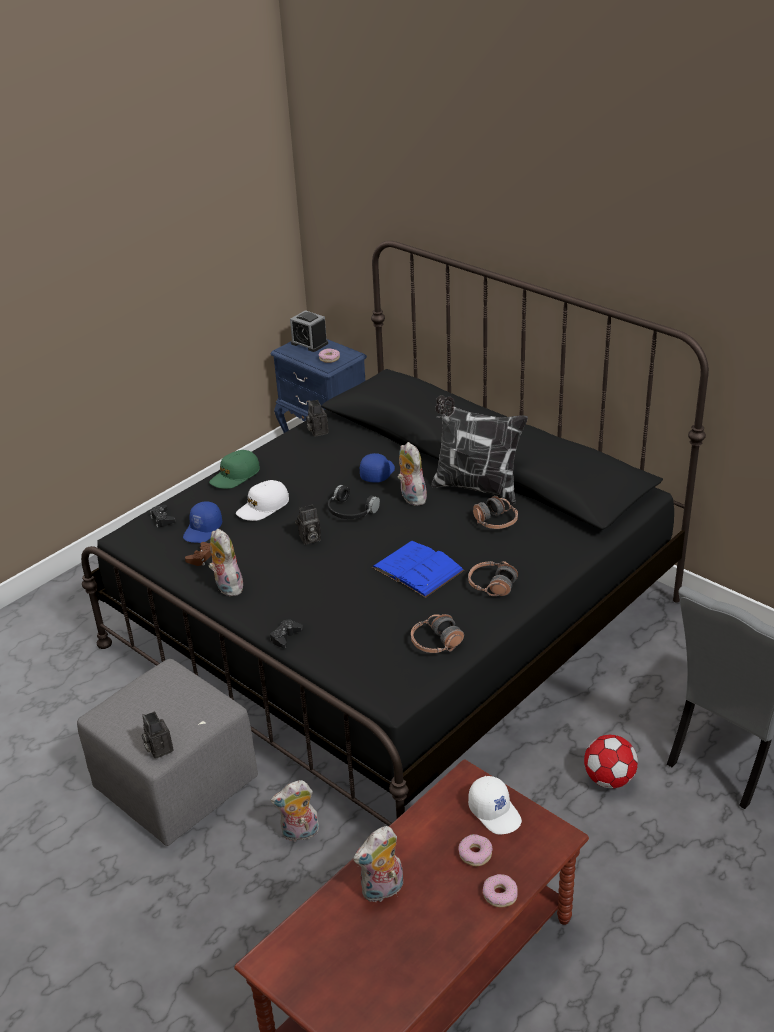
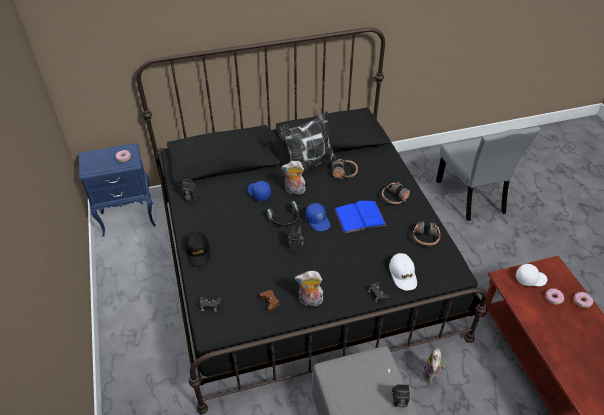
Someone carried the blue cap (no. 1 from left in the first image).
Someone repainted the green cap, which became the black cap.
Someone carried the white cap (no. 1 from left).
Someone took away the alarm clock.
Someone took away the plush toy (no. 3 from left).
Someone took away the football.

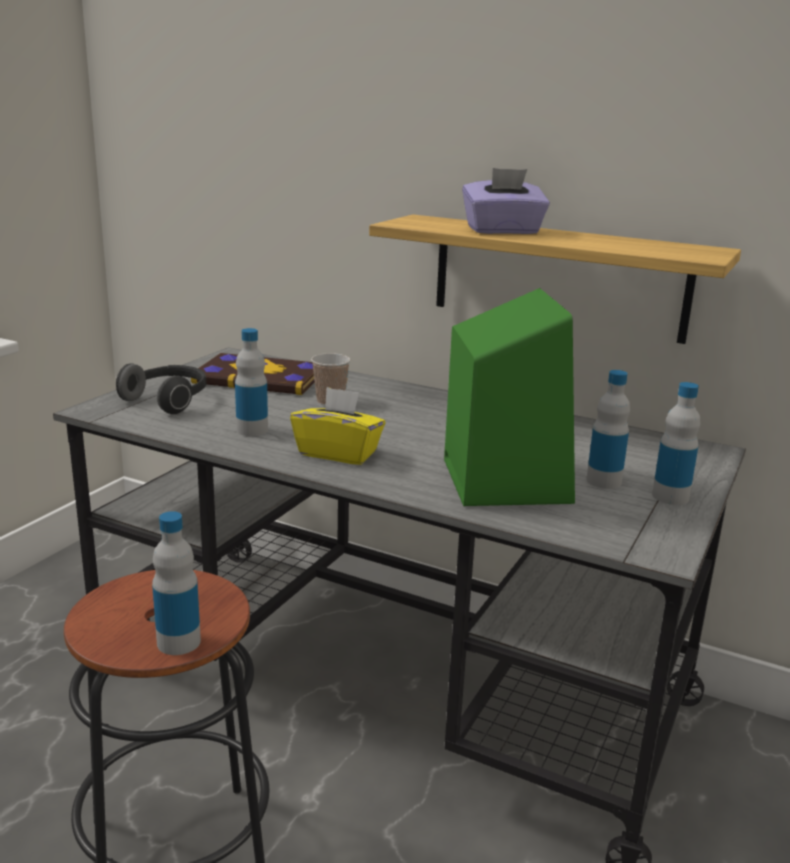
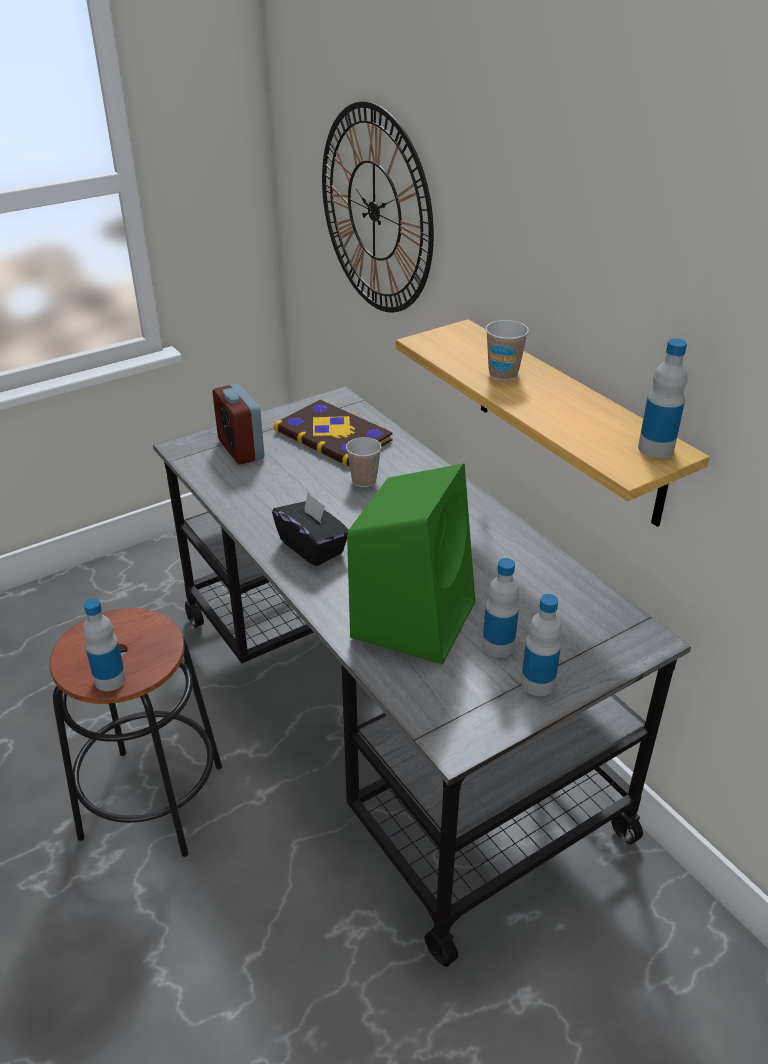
Someone swapped the headphones for the alarm clock.
Someone carried the bottle (no. 2 from left in the first image).
Someone repainted the yellow tissue box, which became the black tissue box.
Someone swapped the purple tissue box for the cup (no. 2 from left).
Someone put up the wall clock.

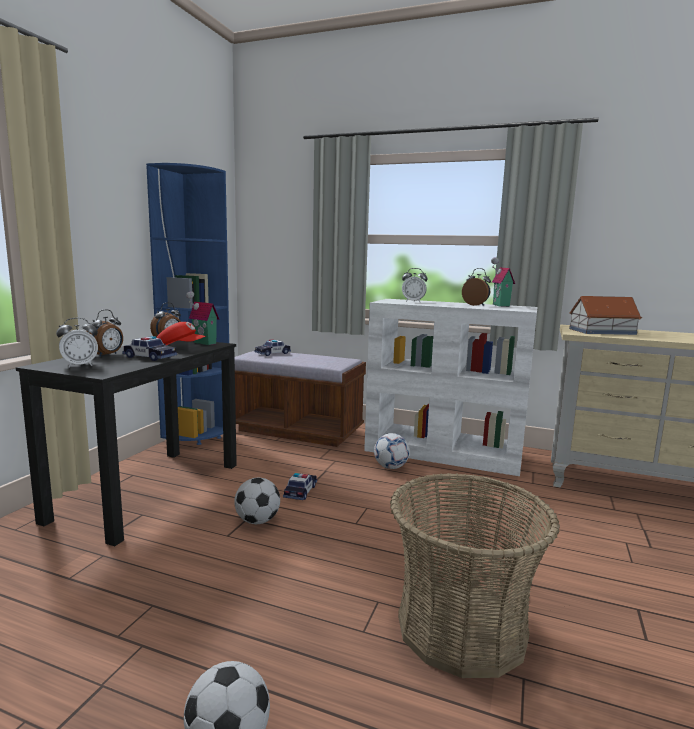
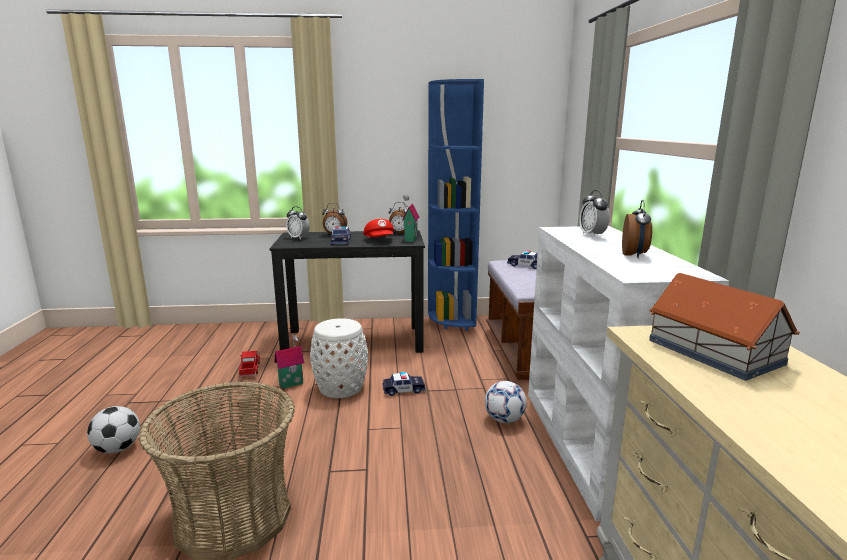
Someone swapped the football (no. 2 from left) for the white stool.
Someone carried the toy house (no. 2 from left in the first image).
Someone put down the toy truck.

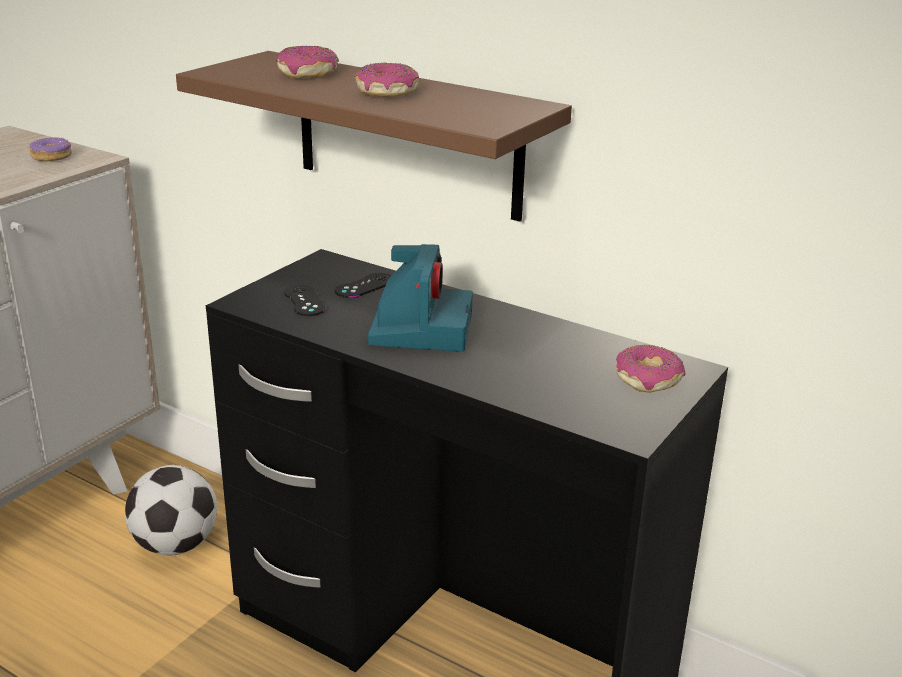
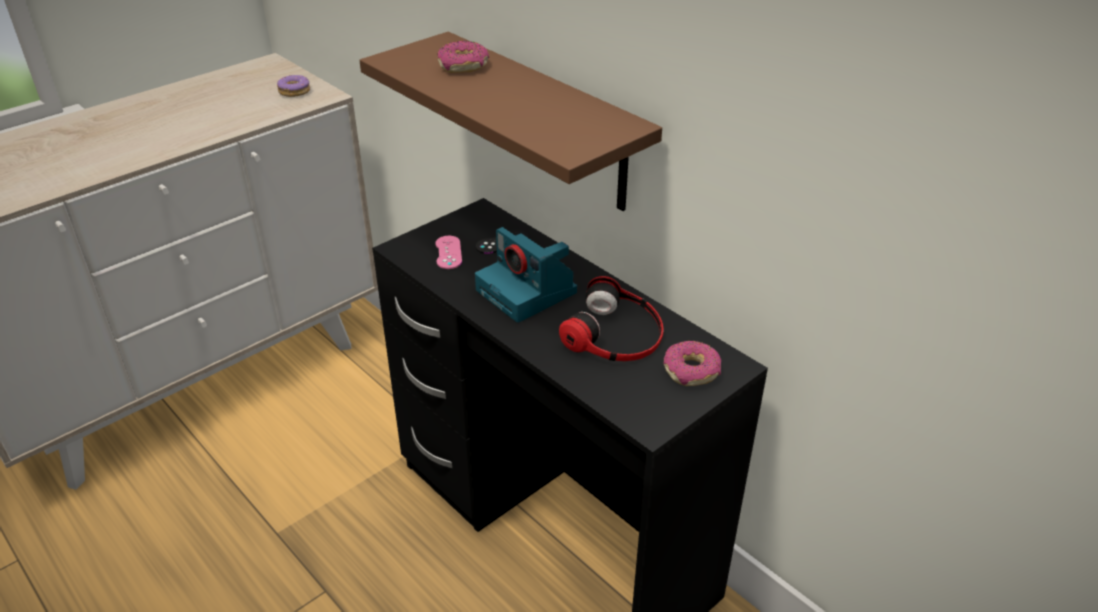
Someone took away the football.
Someone repainted the black game controller (no. 1 from left), which became the pink game controller.
Someone took away the donut (no. 3 from left).
Someone rotated the photo camera by 120 degrees clockwise.
Someone put down the headphones.

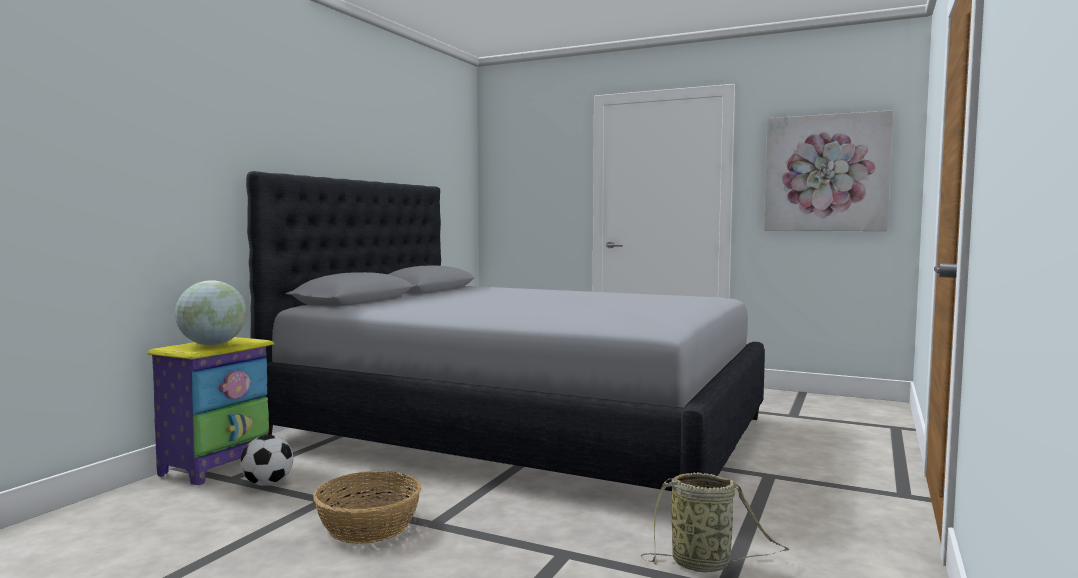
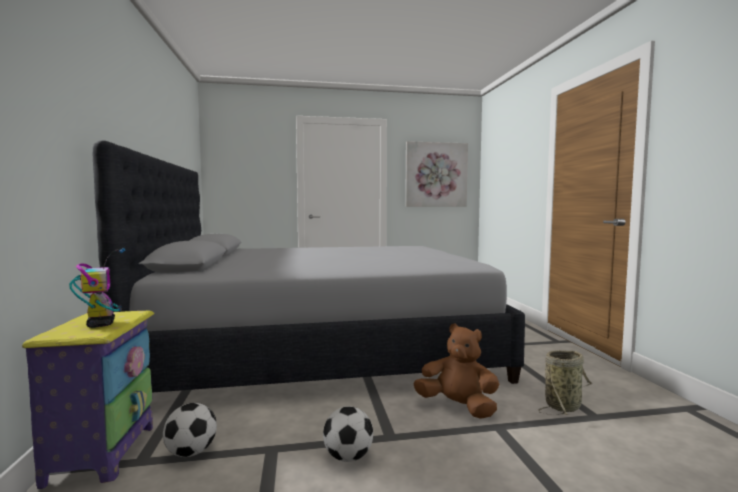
Someone swapped the globe for the toy robot.
Someone swapped the basket (no. 1 from left) for the football (no. 2 from left).
Someone put down the brown plush toy.

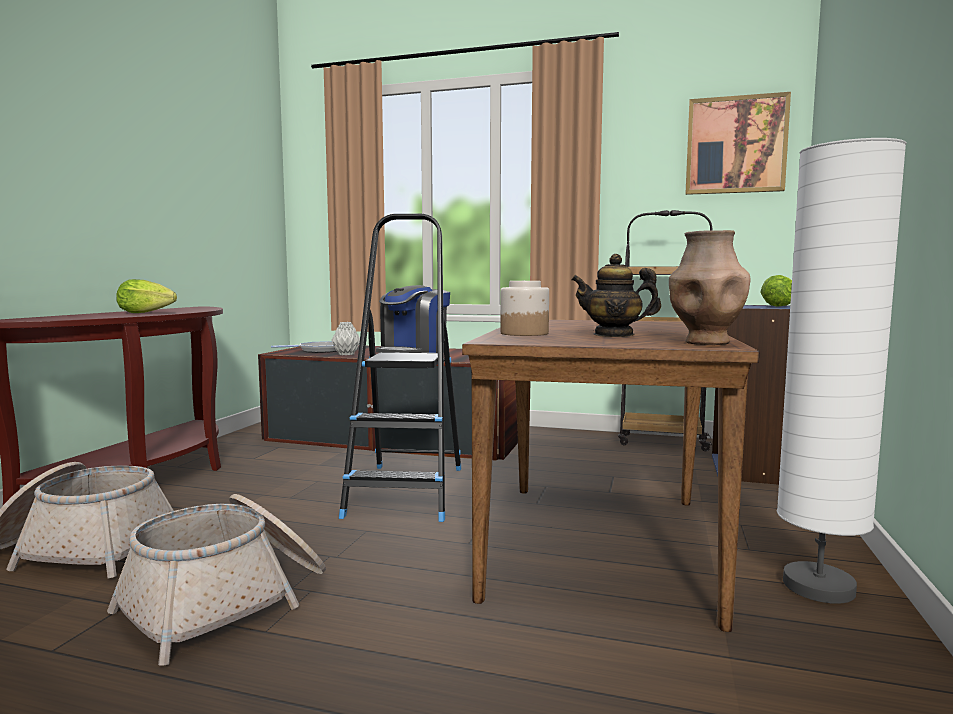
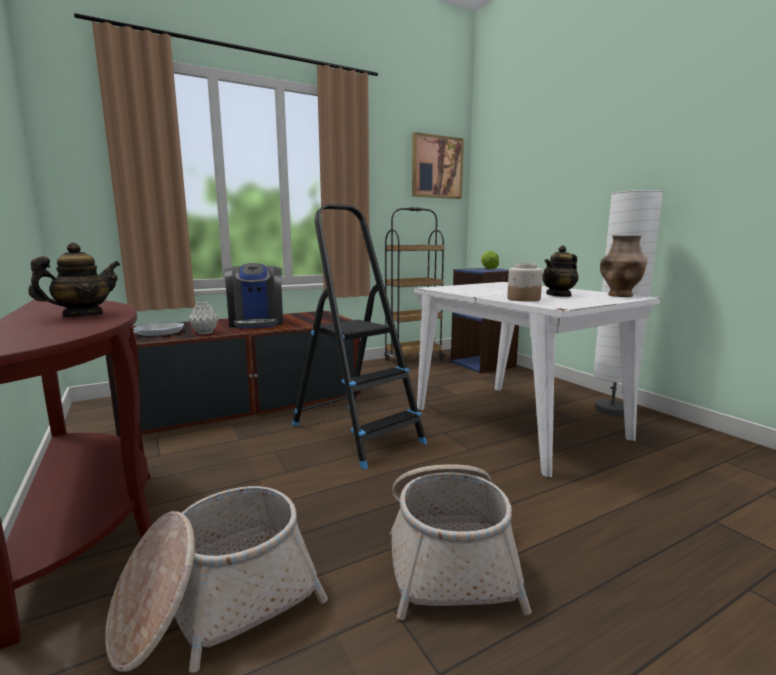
Someone swapped the lettuce (no. 1 from left) for the teapot (no. 1 from left).
Someone repainted the brown dining table, which became the white dining table.

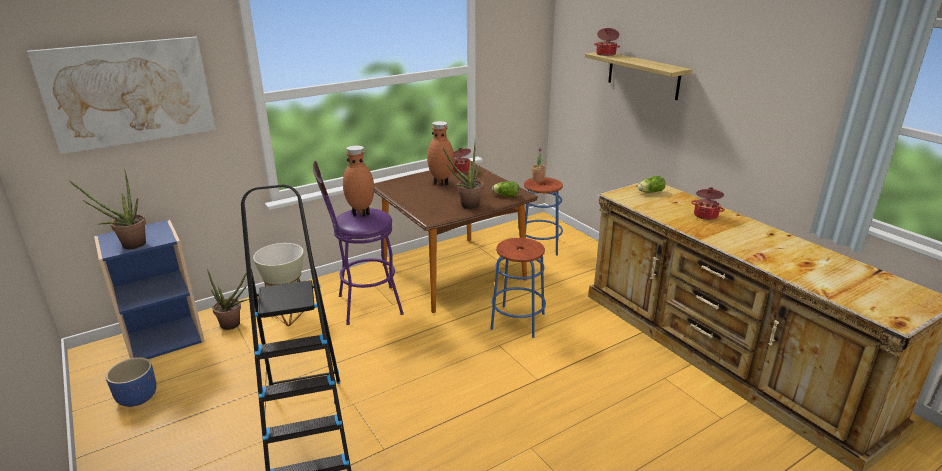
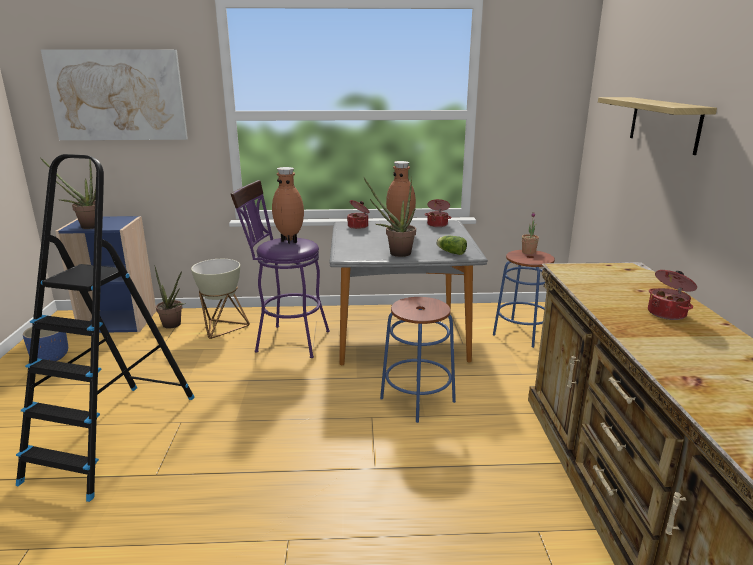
Someone repainted the brown dining table, which became the grey dining table.
Someone carried the cooking pot (no. 2 from left in the first image).
Someone took away the lettuce (no. 2 from left).

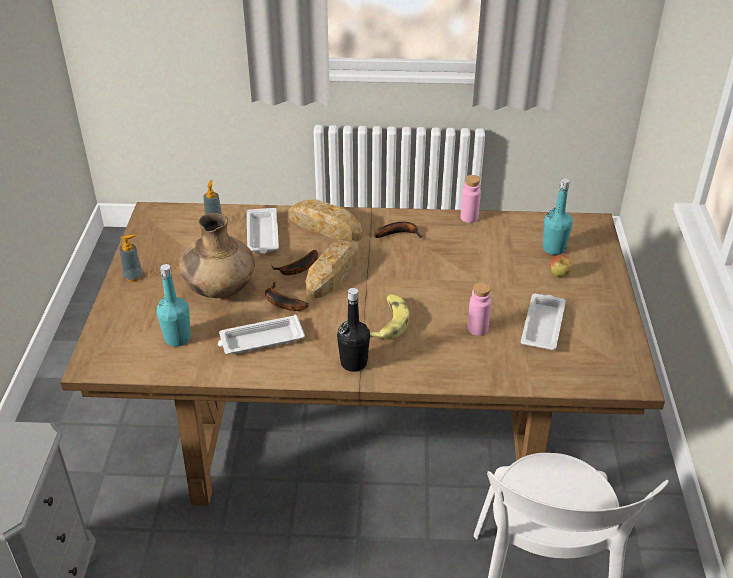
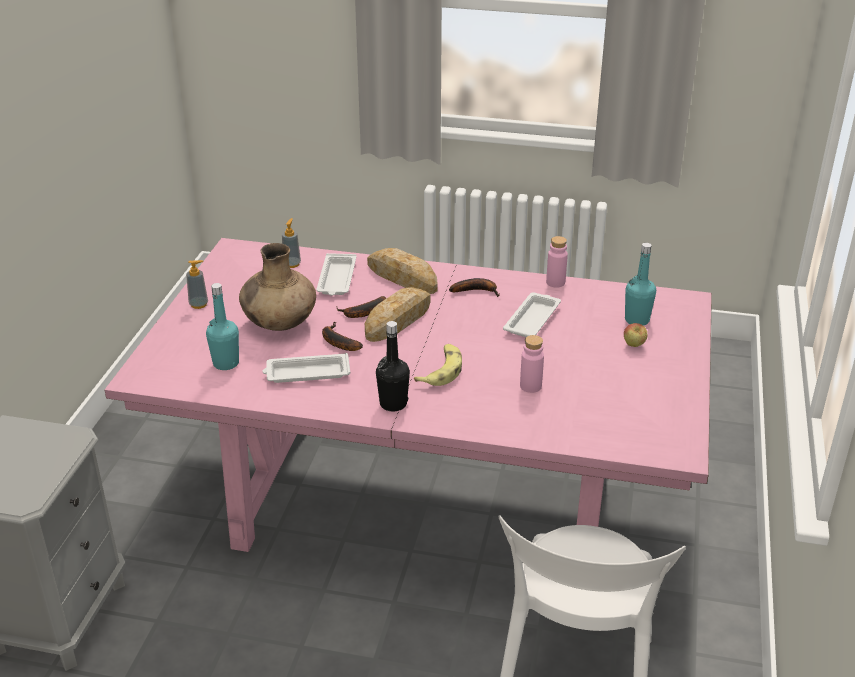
Someone repainted the brown dining table, which became the pink dining table.
Someone carried the white tray (no. 3 from left).

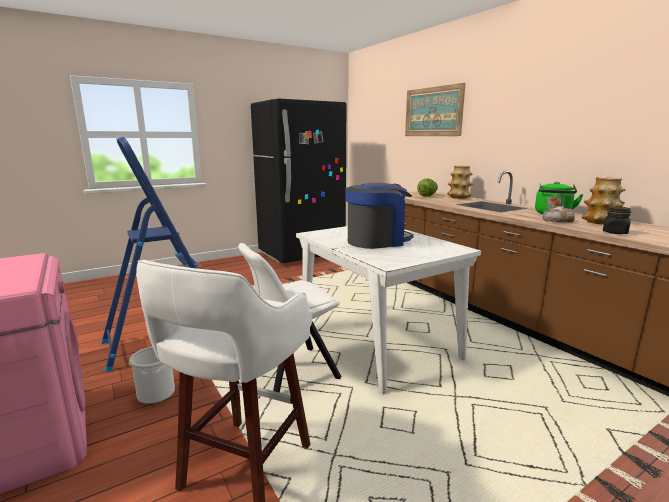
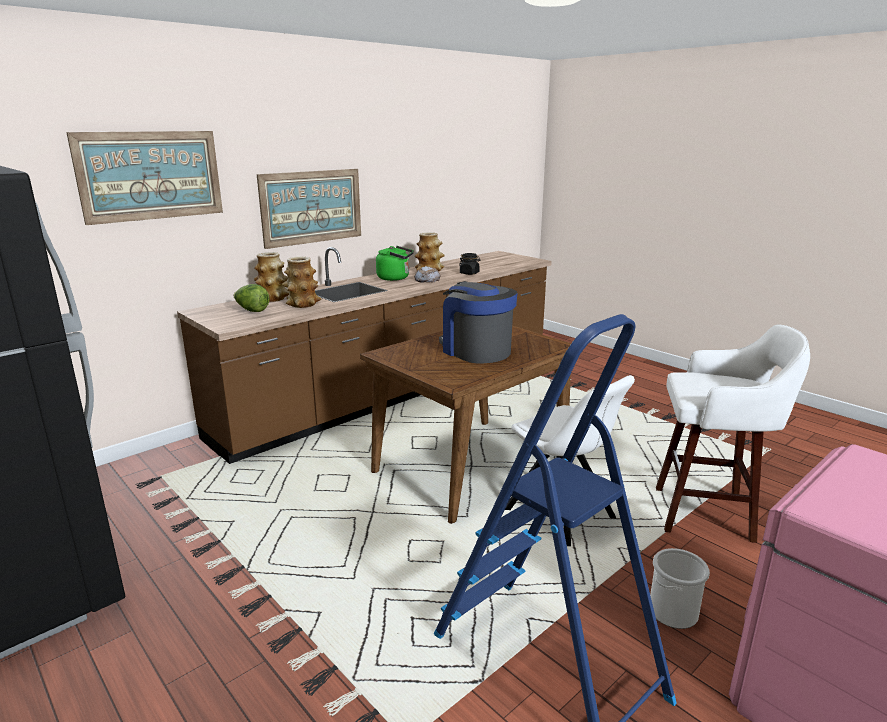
Someone repainted the white dining table, which became the brown dining table.
Someone put up the picture (no. 2 from left).
Someone put down the vase (no. 2 from left).

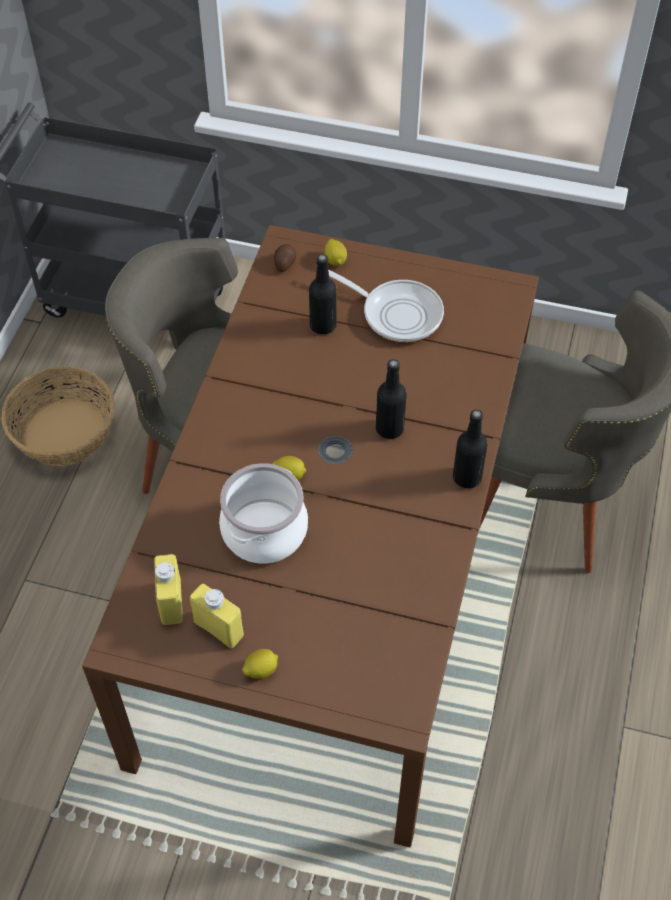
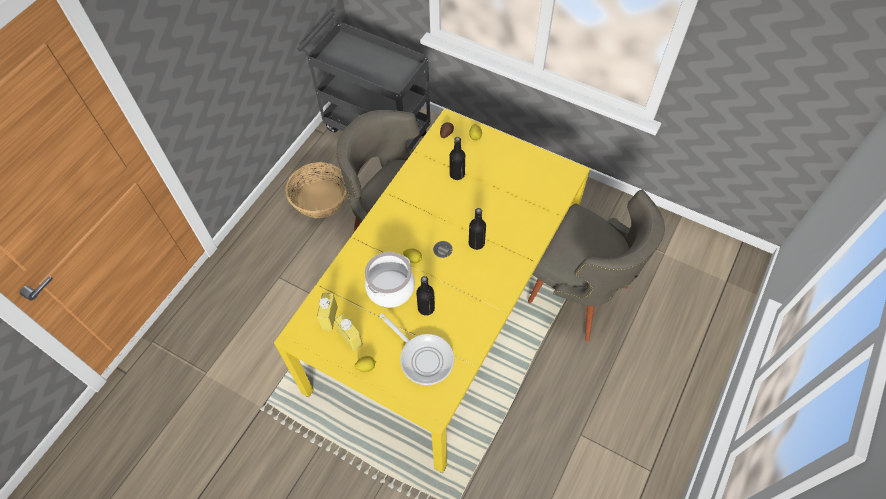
Someone repainted the brown dining table, which became the yellow dining table.
Someone carried the frying pan.
Someone carried the black bottle (no. 3 from left in the first image).

